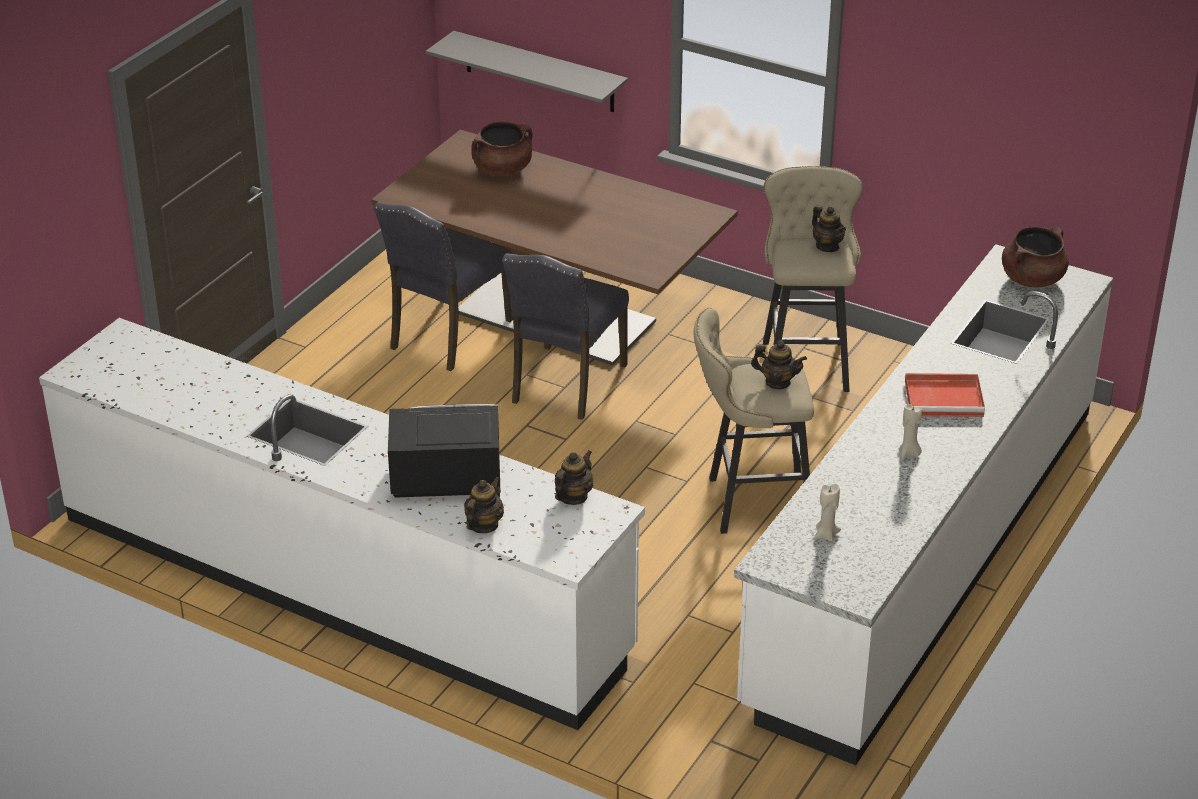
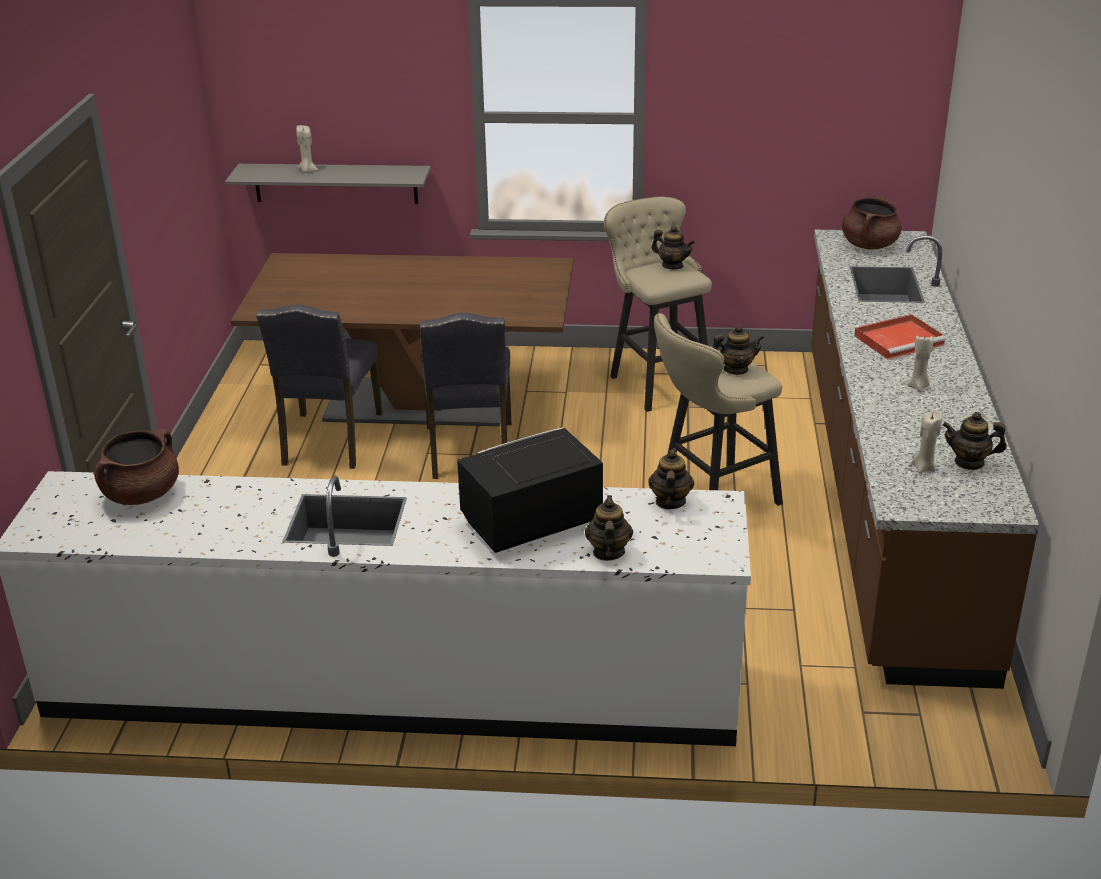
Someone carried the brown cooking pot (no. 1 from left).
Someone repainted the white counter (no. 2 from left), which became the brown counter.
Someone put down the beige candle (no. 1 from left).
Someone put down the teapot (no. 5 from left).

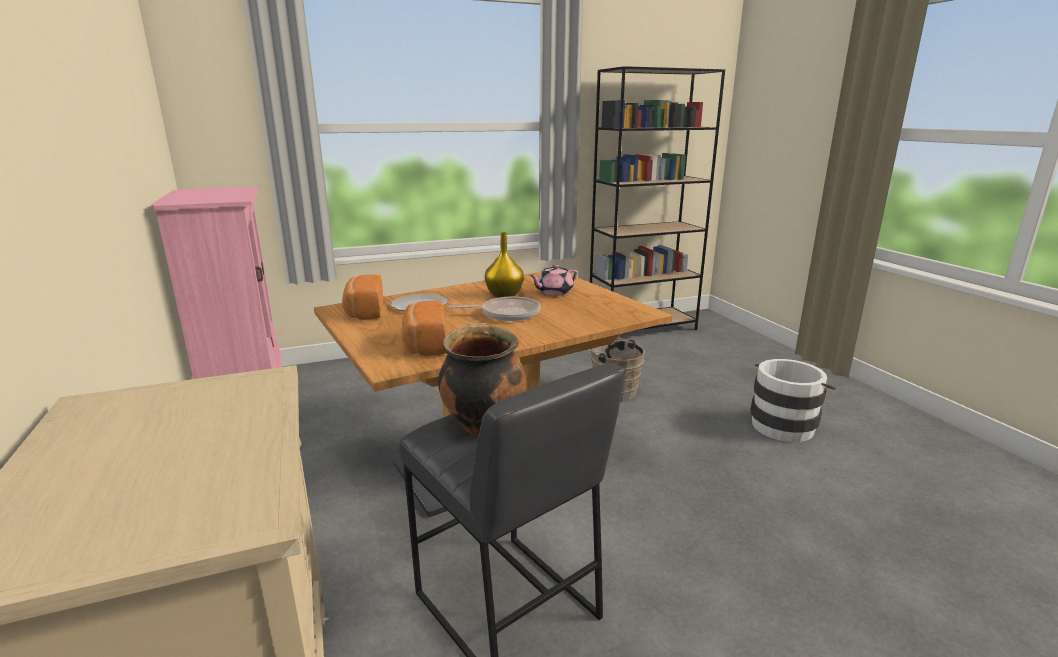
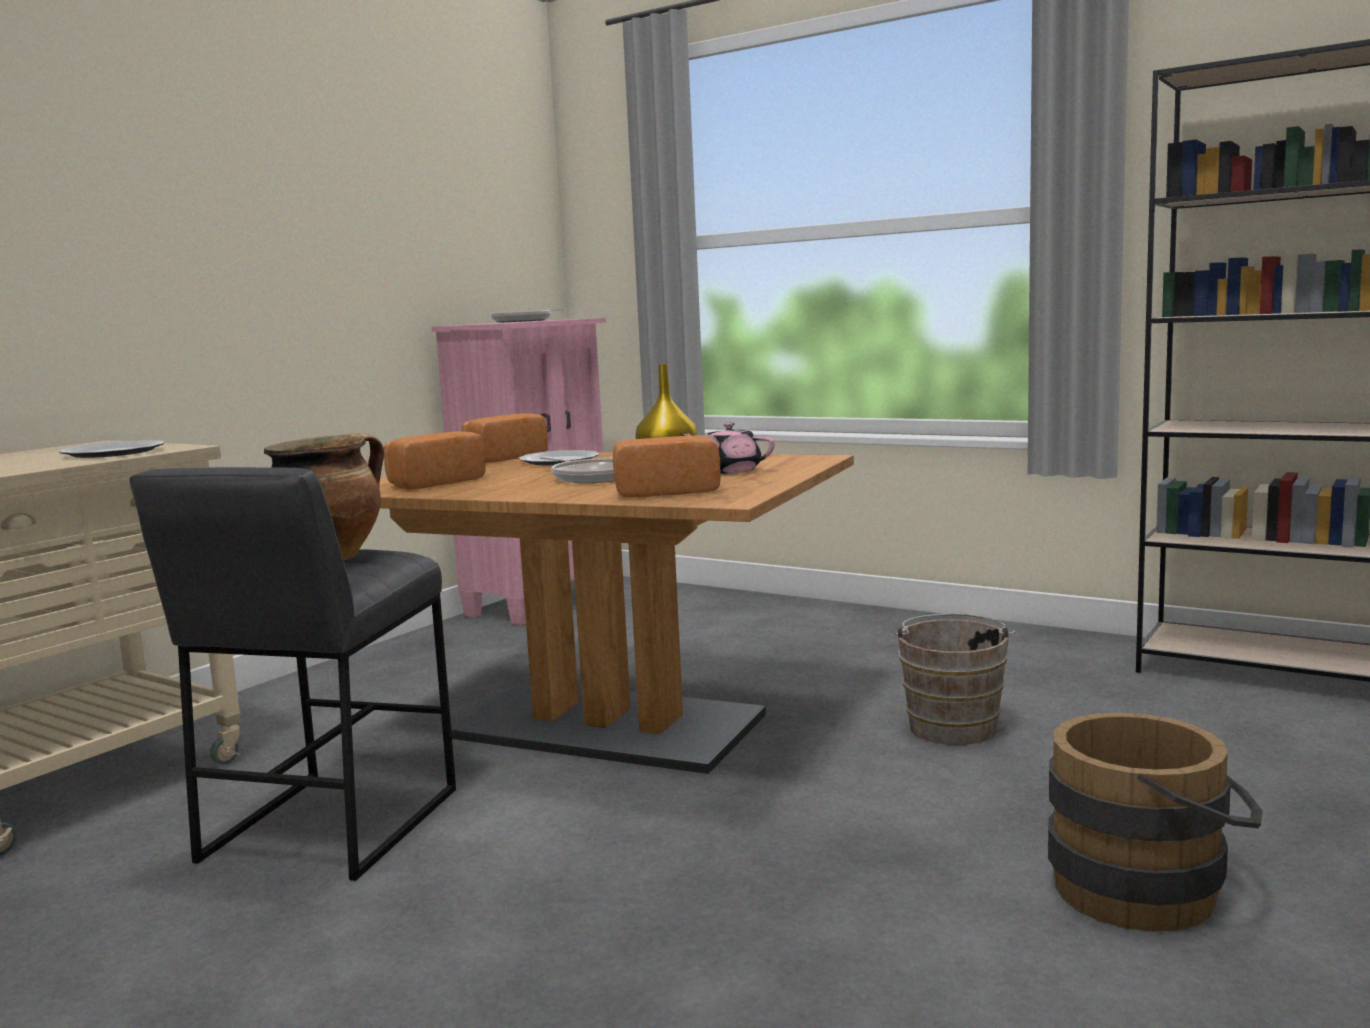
Someone repainted the white bucket, which became the brown bucket (no. 2 from left).
Someone put down the plate (no. 1 from left).
Someone put down the frying pan (no. 1 from left).
Someone put down the bread (no. 3 from left).

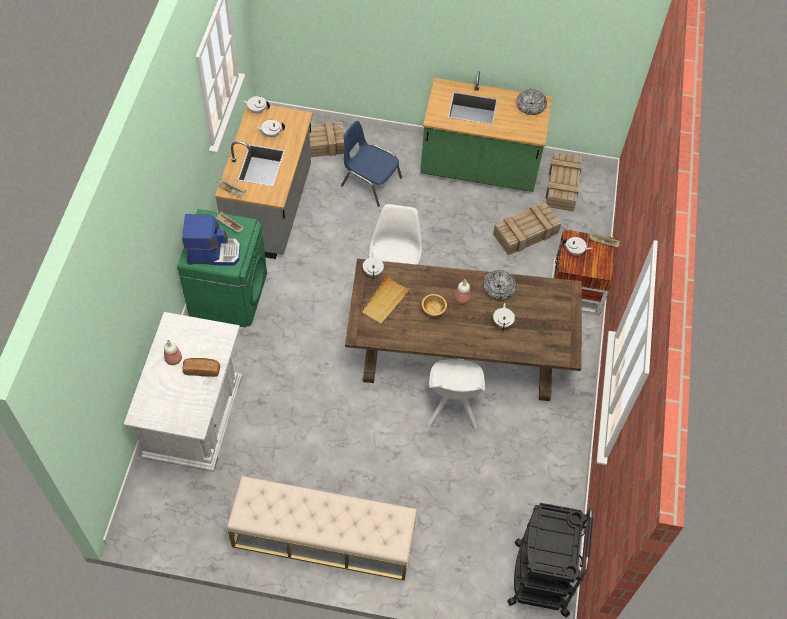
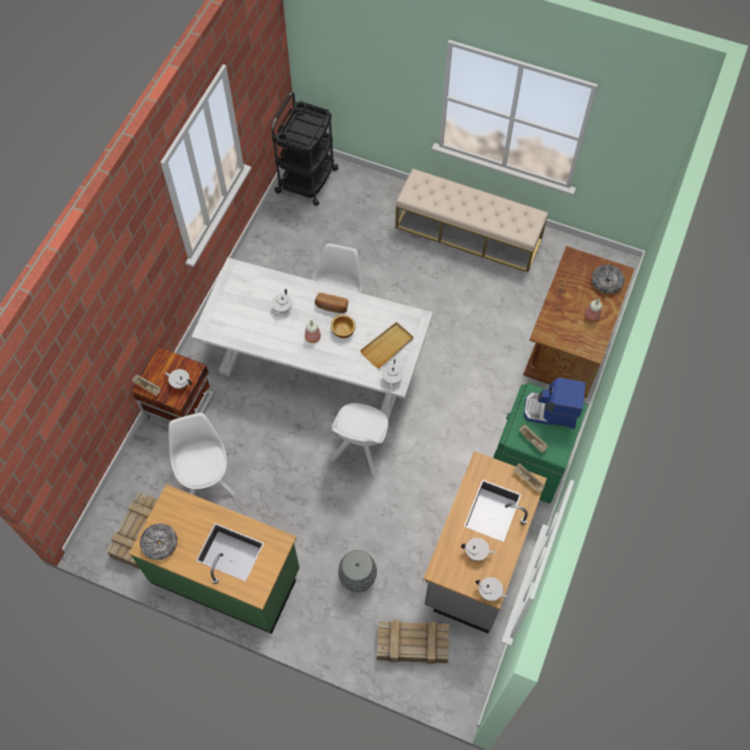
Someone repainted the white cabinet, which became the brown cabinet.
Someone carried the bread.
Someone swapped the blue chair for the grey stool.
Someone repainted the brown dining table, which became the white dining table.
Someone carried the bowl (no. 2 from left in the first image).
Someone swapped the crate (no. 2 from left) for the white chair (no. 1 from left).

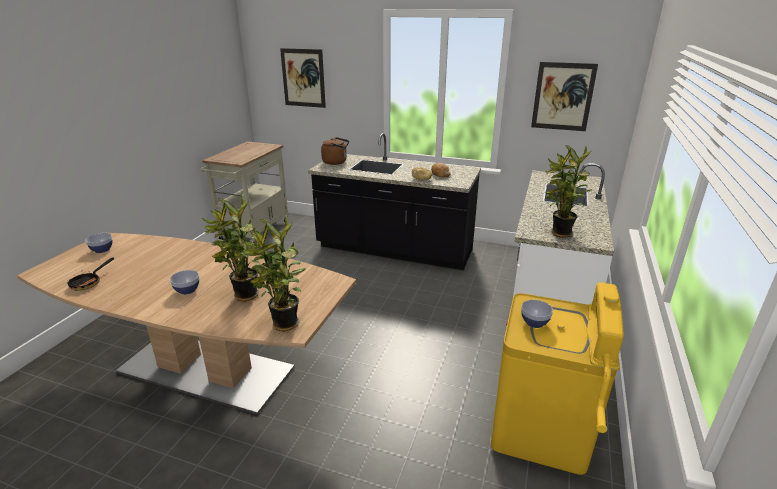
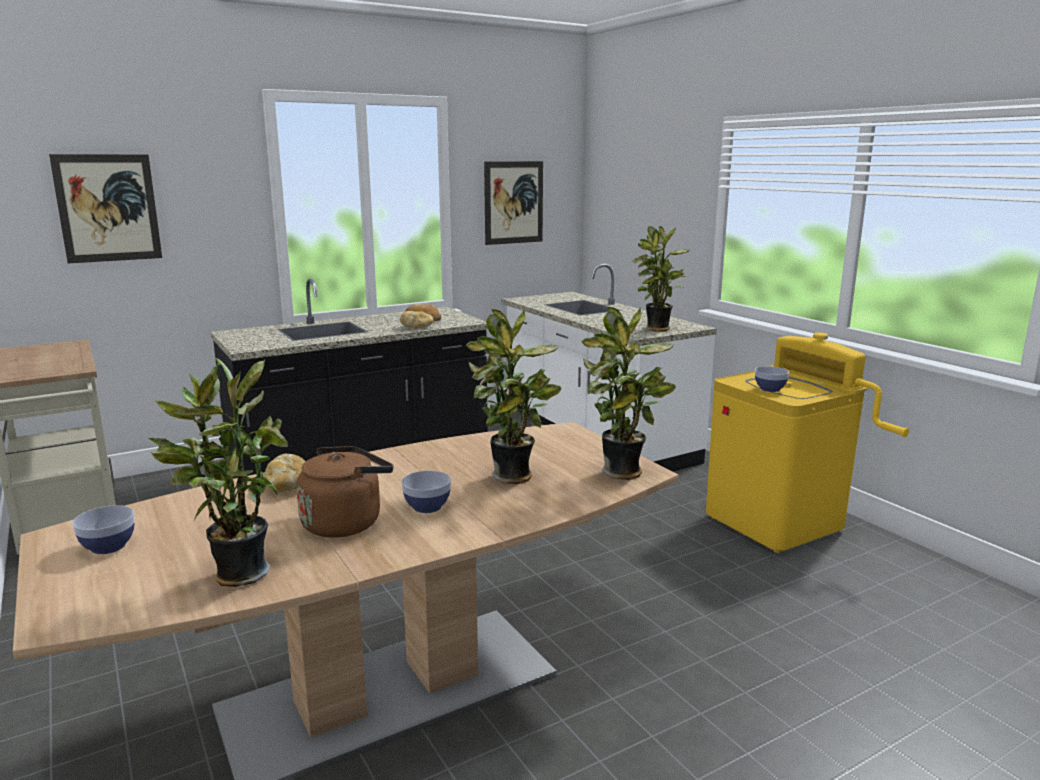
Someone swapped the frying pan for the potted plant (no. 1 from left).
Someone carried the brown kettle.
Someone put down the bread (no. 1 from left).

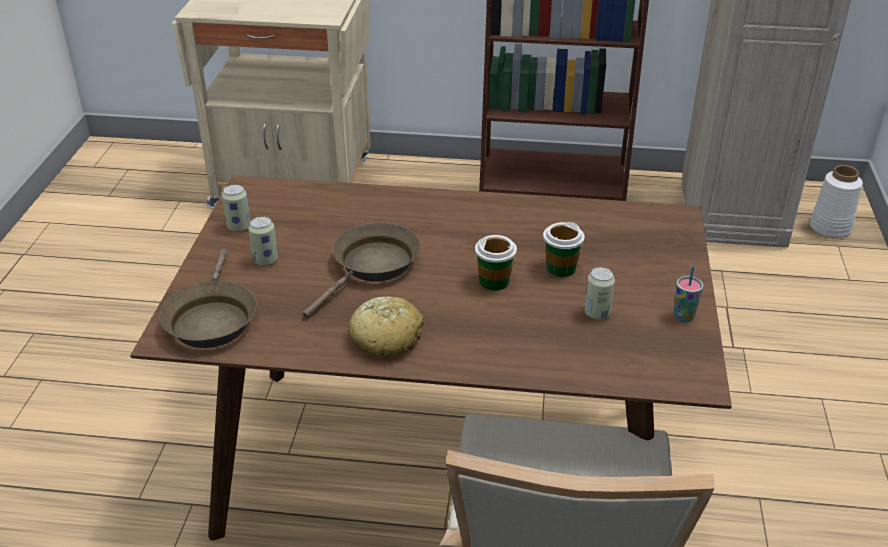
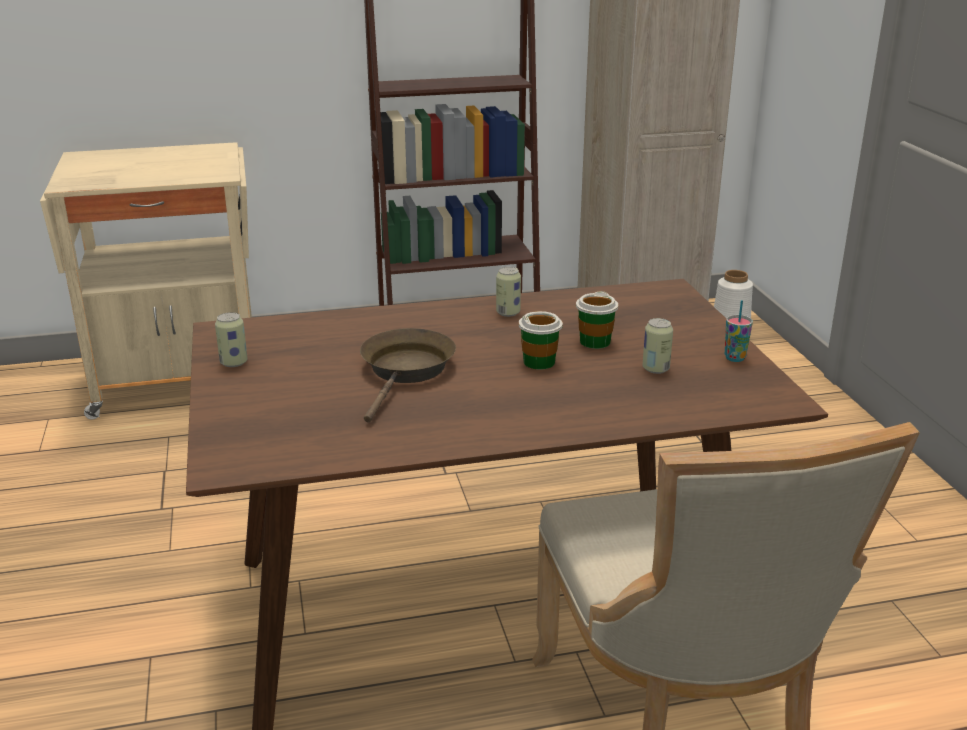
Someone took away the brown frying pan (no. 1 from left).
Someone carried the can (no. 2 from left).
Someone took away the bread.

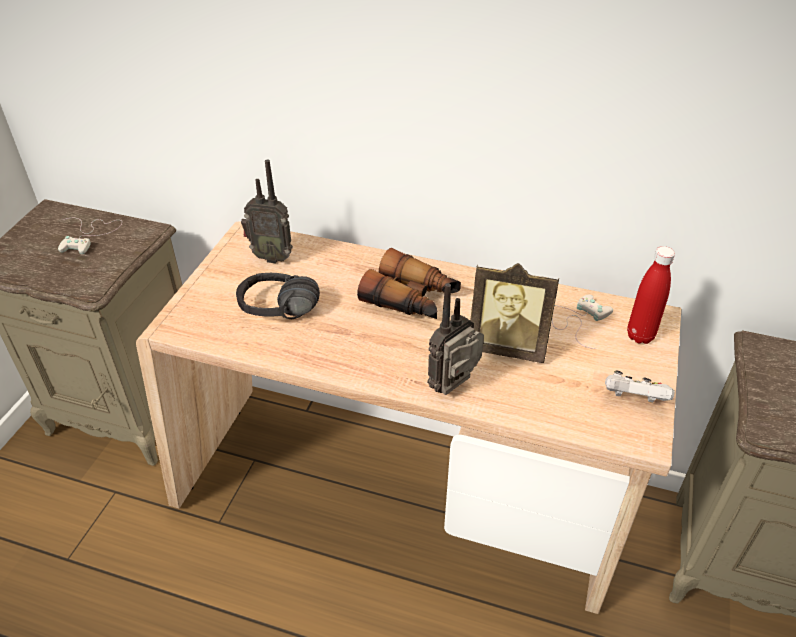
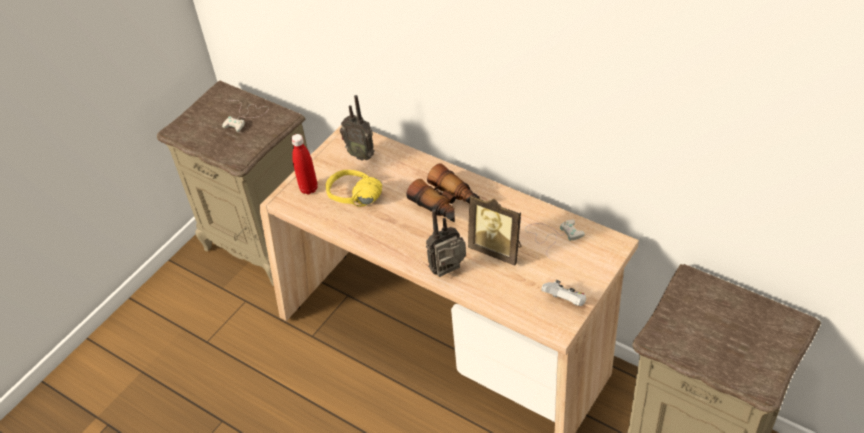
Someone repainted the black headphones, which became the yellow headphones.
Someone carried the red bottle.

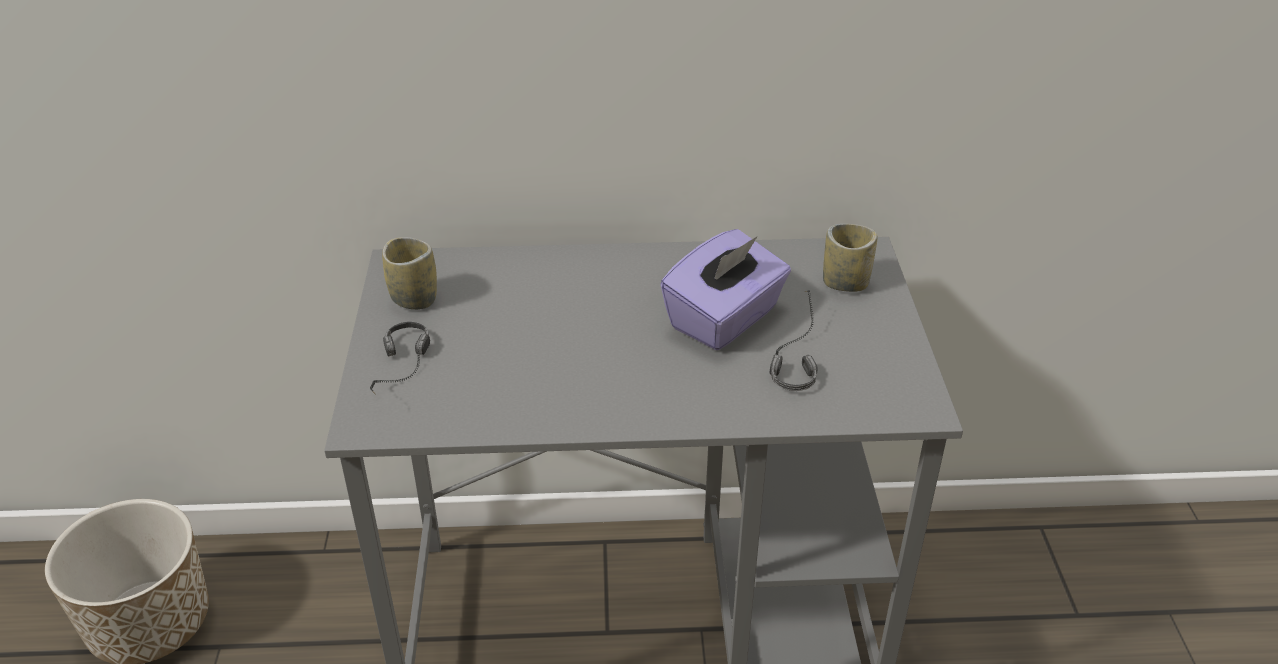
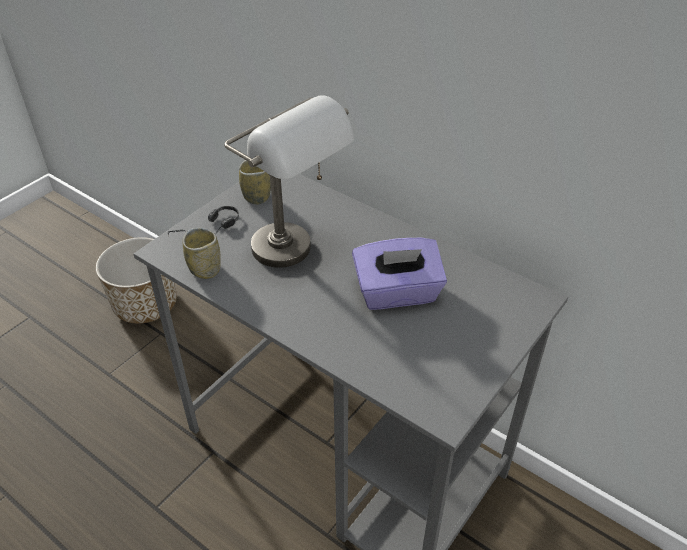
Someone took away the headphones (no. 2 from left).
Someone carried the cup (no. 2 from left in the first image).
Someone put down the grey table lamp.

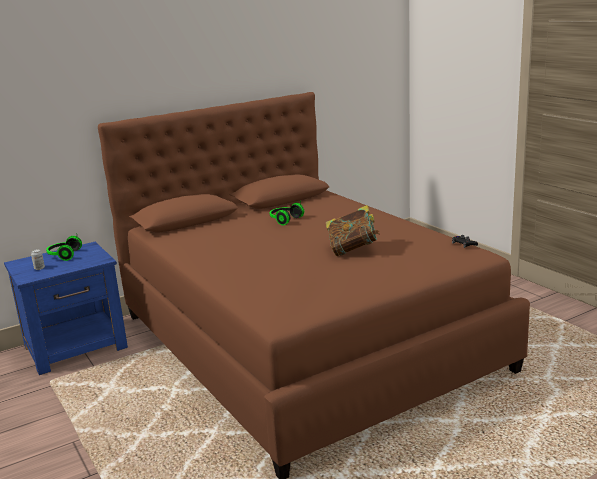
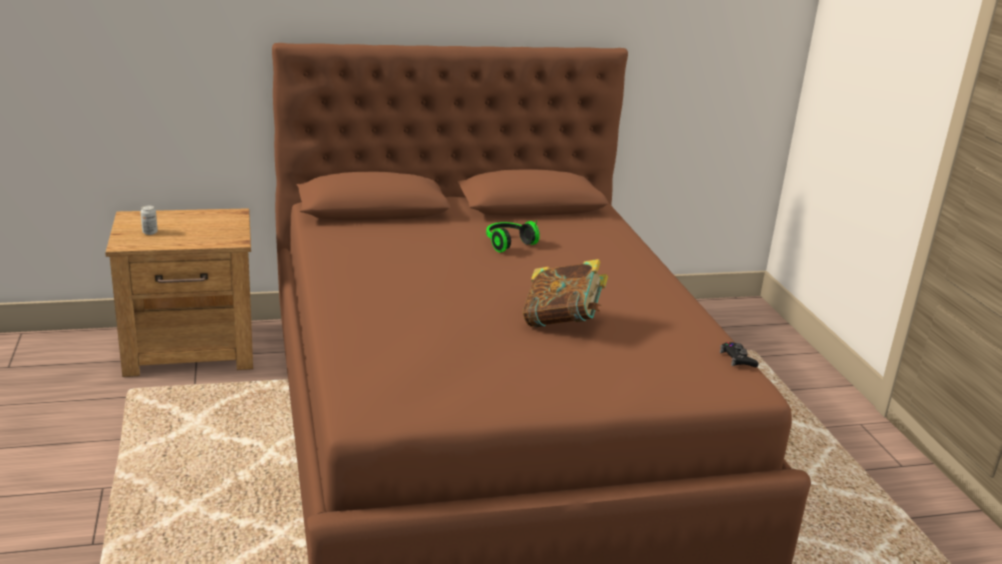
Someone repainted the blue nightstand, which became the brown nightstand.
Someone took away the headphones (no. 1 from left).

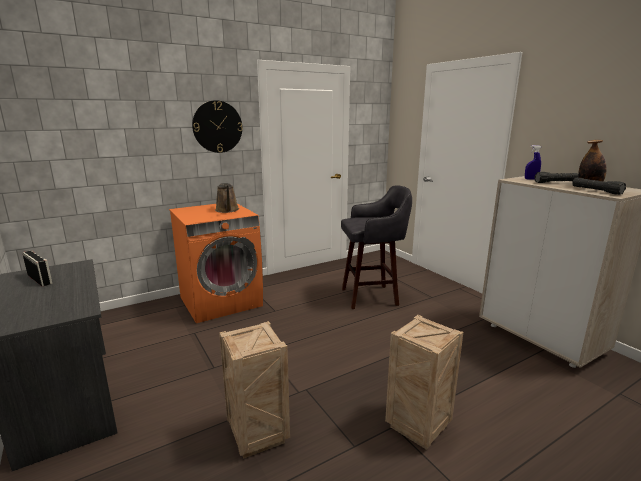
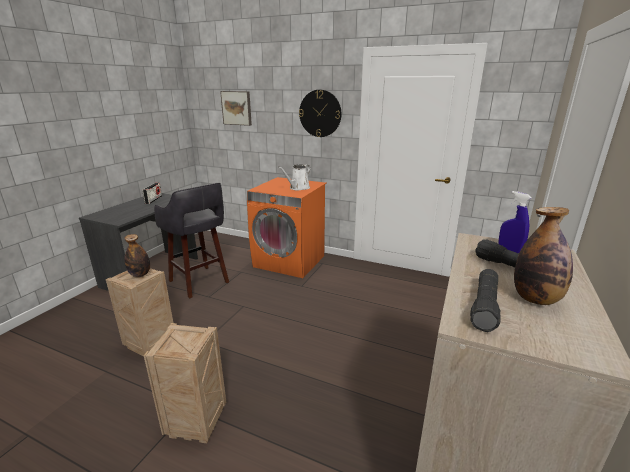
Someone repainted the brown watering can, which became the white watering can.
Someone carried the grey stool.
Someone put down the bottle (no. 1 from left).
Someone put up the picture.

